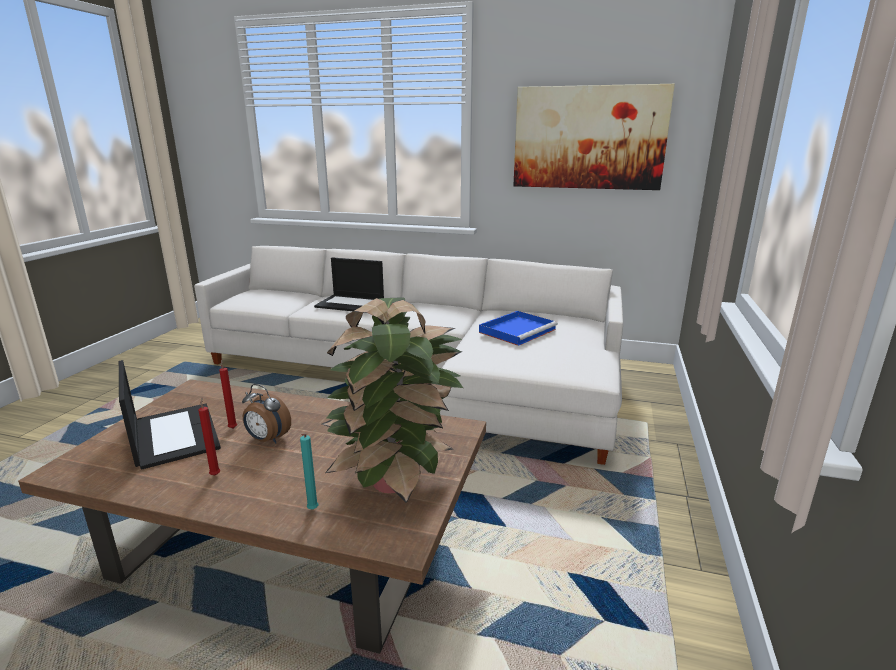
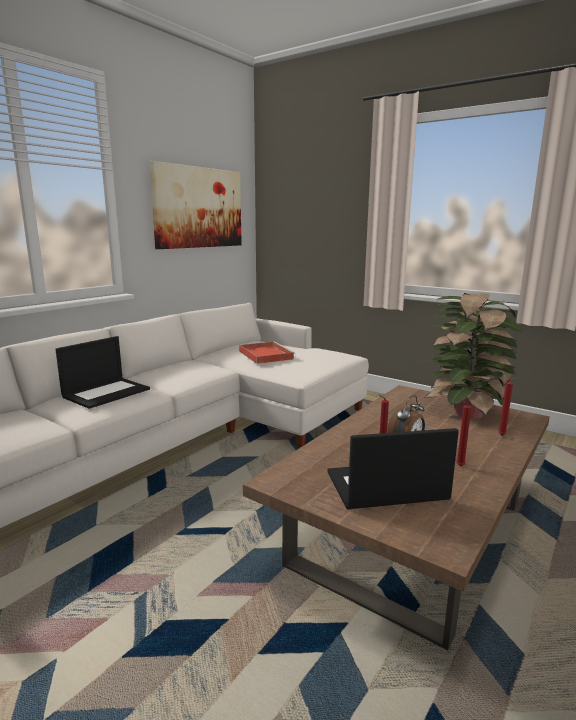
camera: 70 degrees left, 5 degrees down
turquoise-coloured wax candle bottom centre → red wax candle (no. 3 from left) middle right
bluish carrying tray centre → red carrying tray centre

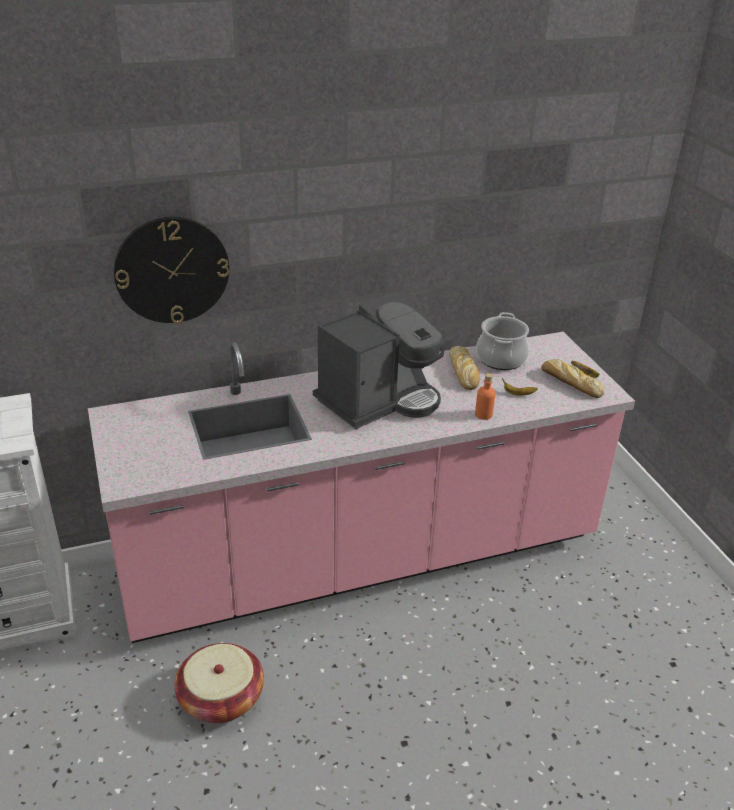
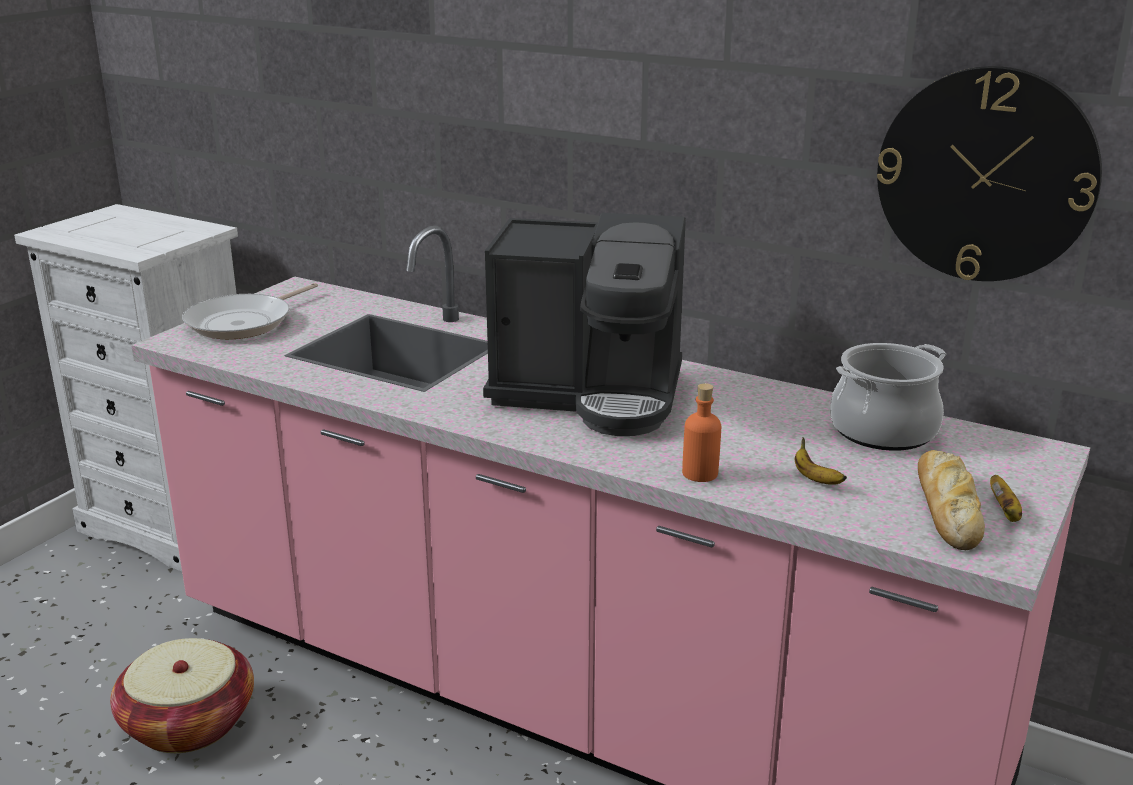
camera: 50 degrees right, 10 degrees down
bread (no. 1 from left) centre → -
- → frying pan middle left
wall clock middle left → wall clock top right, relocated

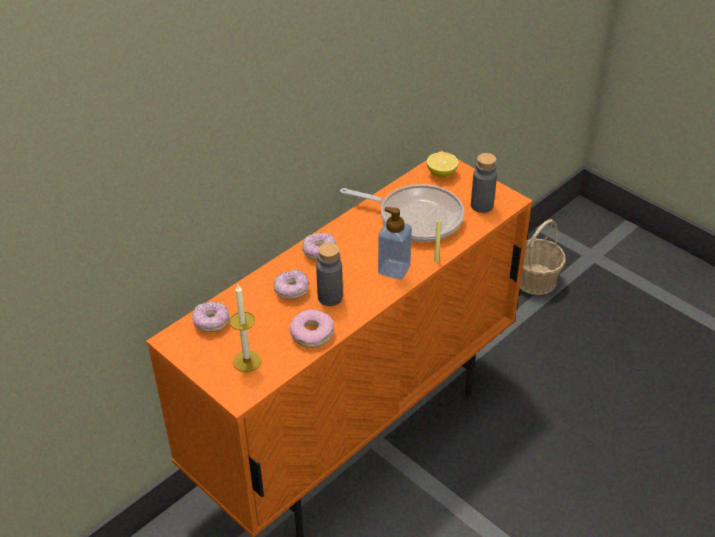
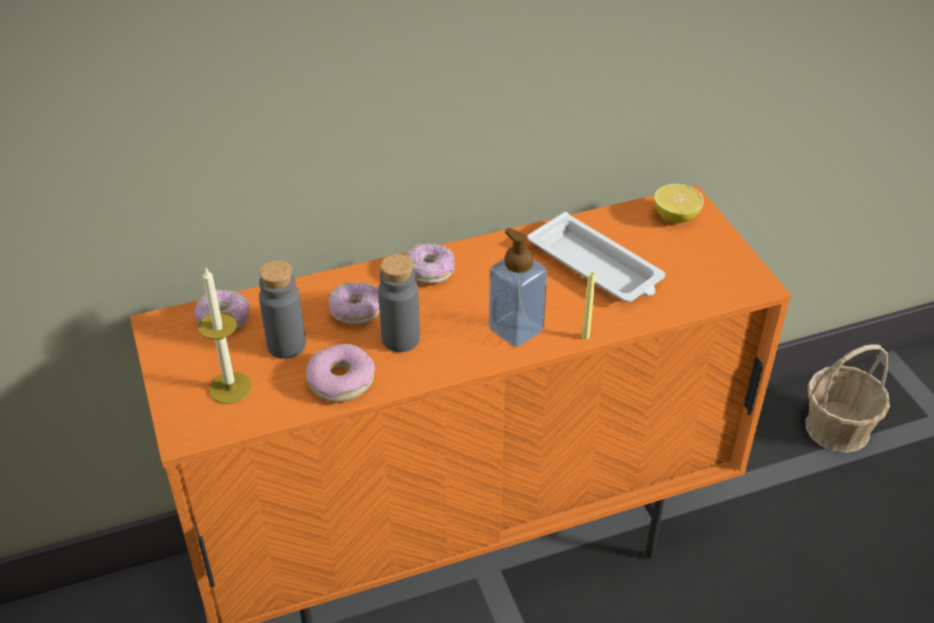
camera: 25 degrees right, 0 degrees up
gray drink bottle (no. 2 from left in the first image) middle right → gray drink bottle (no. 1 from left) middle left, relocated
frying pan centre → white carrying tray centre

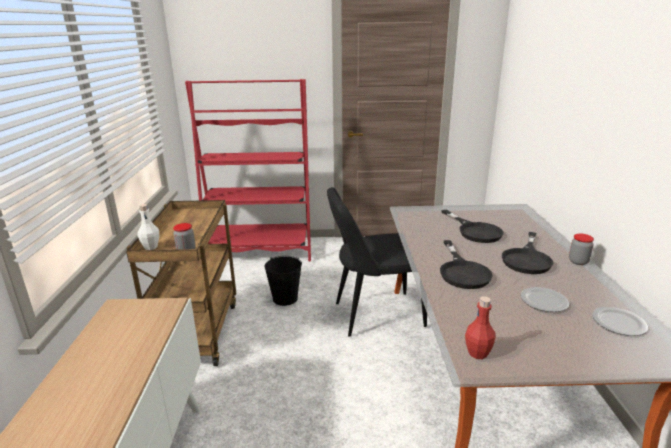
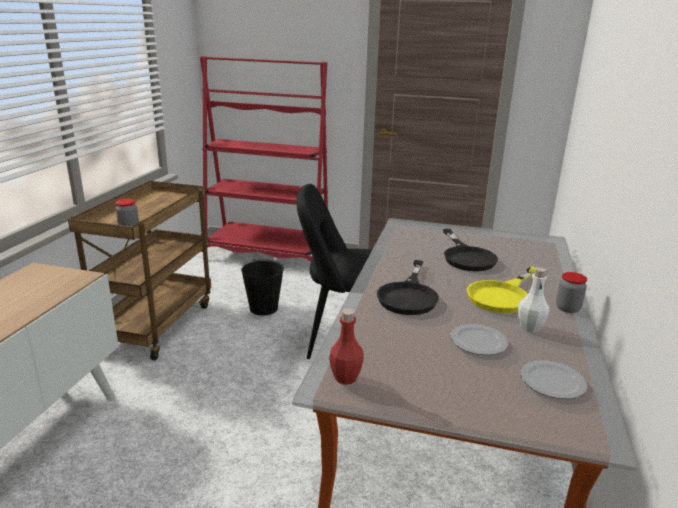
camera: 15 degrees right, 0 degrees up
white drink bottle middle left → white drink bottle middle right, relocated
black frying pan (no. 3 from left) middle right → yellow-coloured frying pan middle right

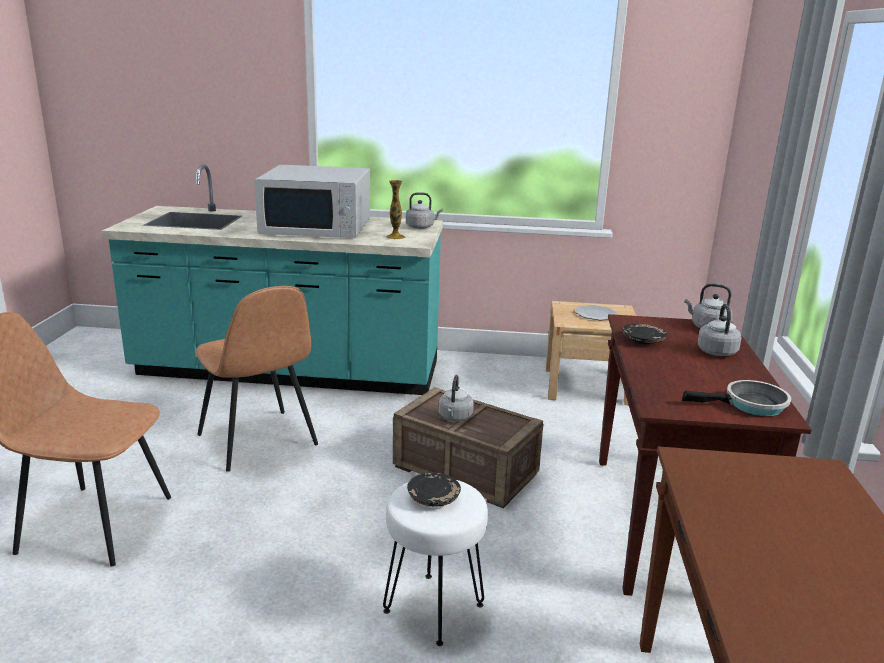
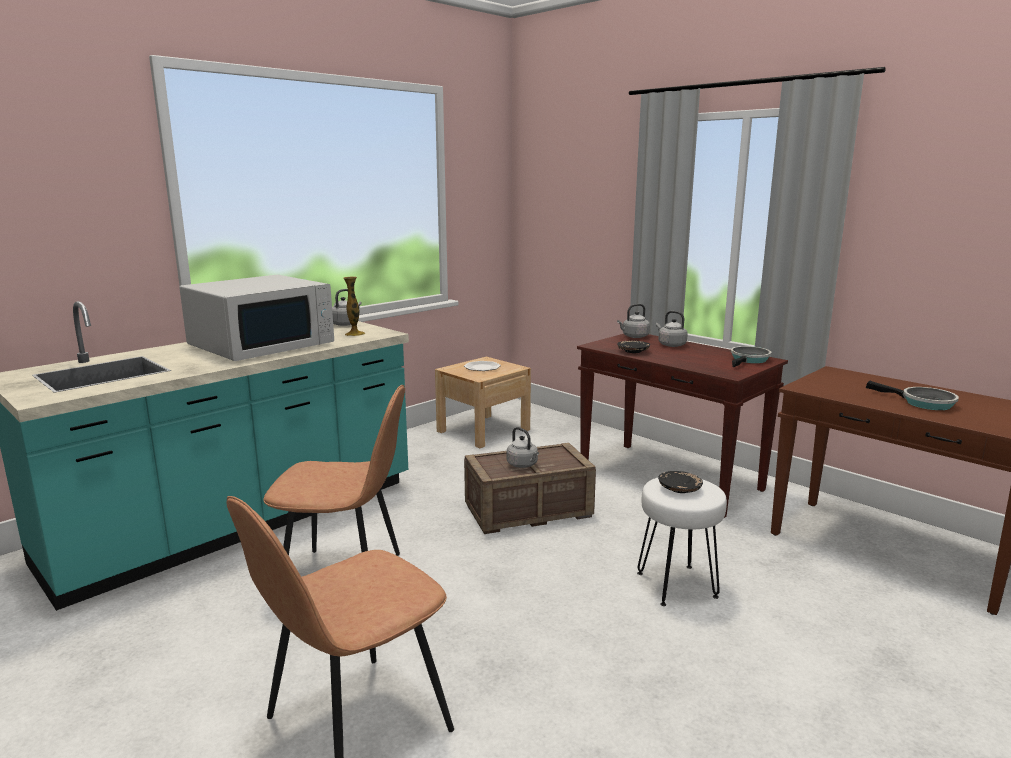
camera: 50 degrees left, 5 degrees down
- → frying pan (no. 2 from left) middle right

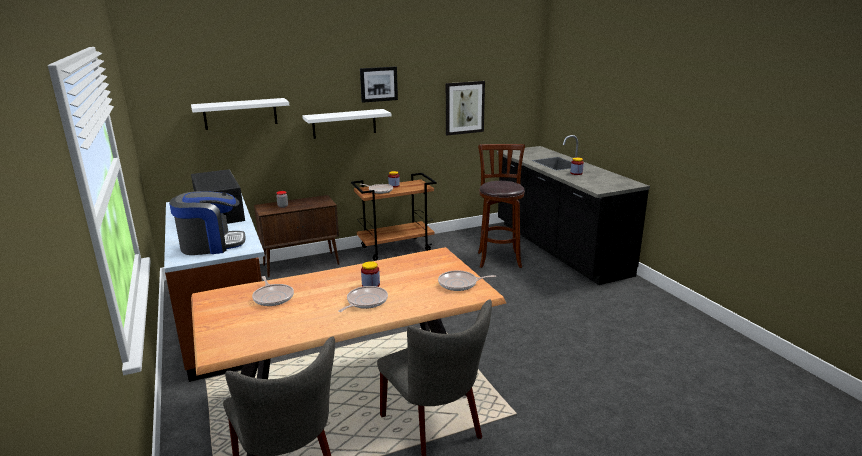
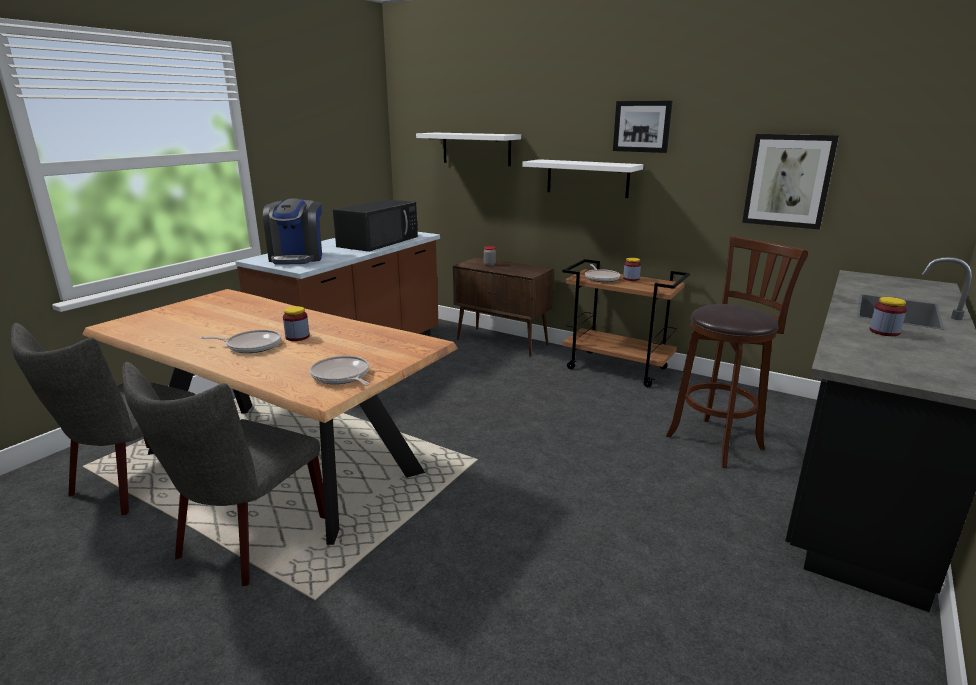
camera: 55 degrees right, 0 degrees up
frying pan (no. 1 from left) middle left → -
coffee machine middle left, 45 degrees clockwise

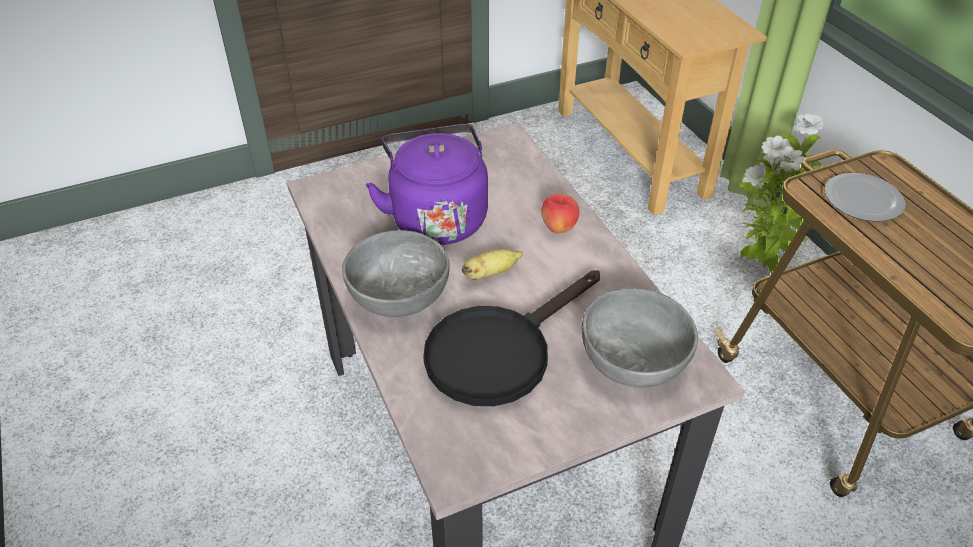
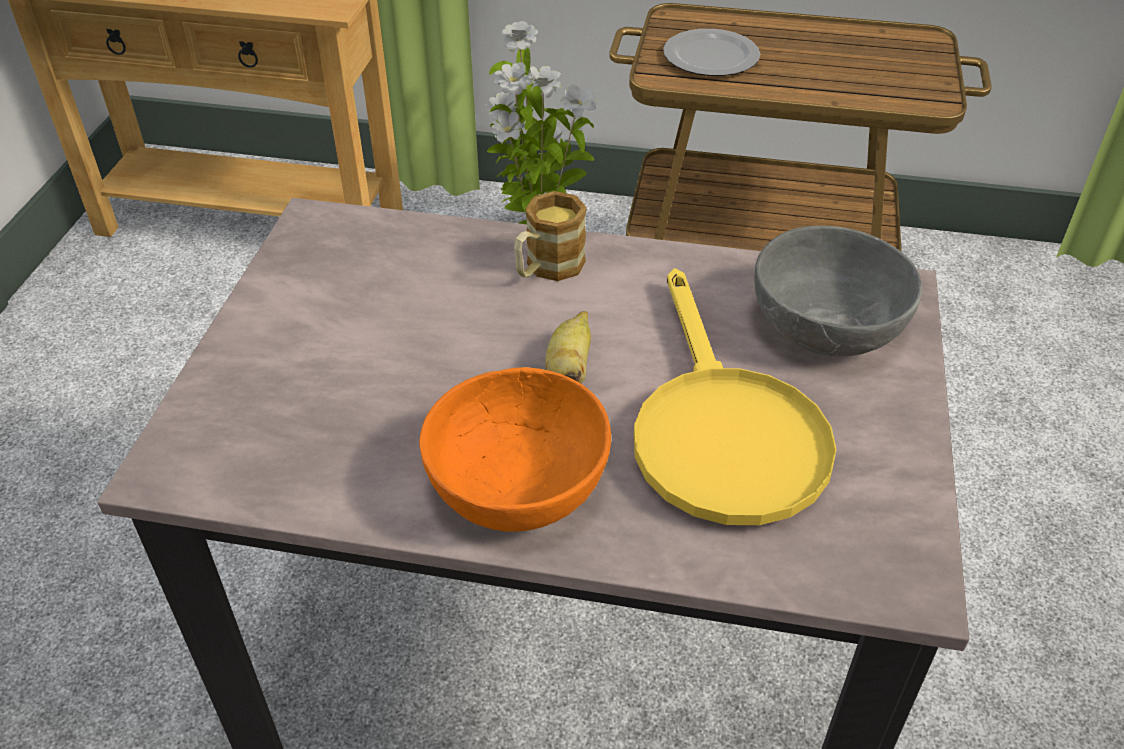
camera: 55 degrees left, 0 degrees up
purple-coloured tea kettle centre → -
whole apple centre → mug top centre
gray deep dish (no. 1 from left) centre → orangey deep dish centre
black frying pan centre → yellow-coloured frying pan centre

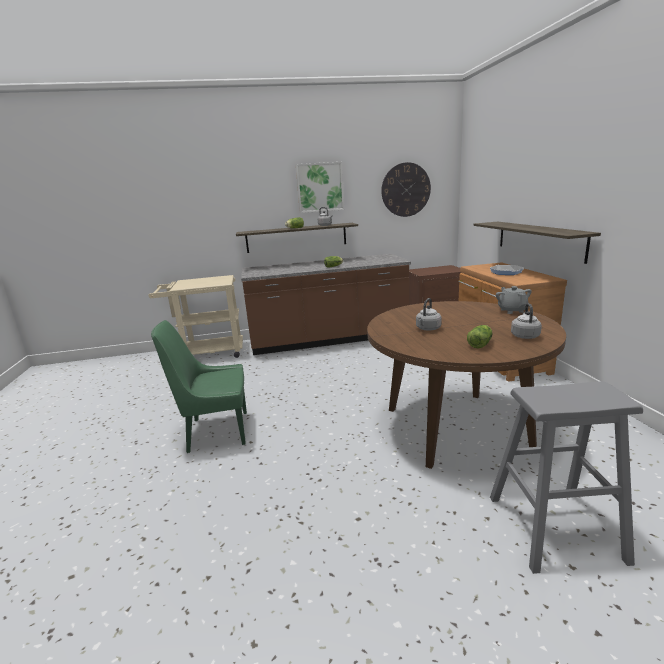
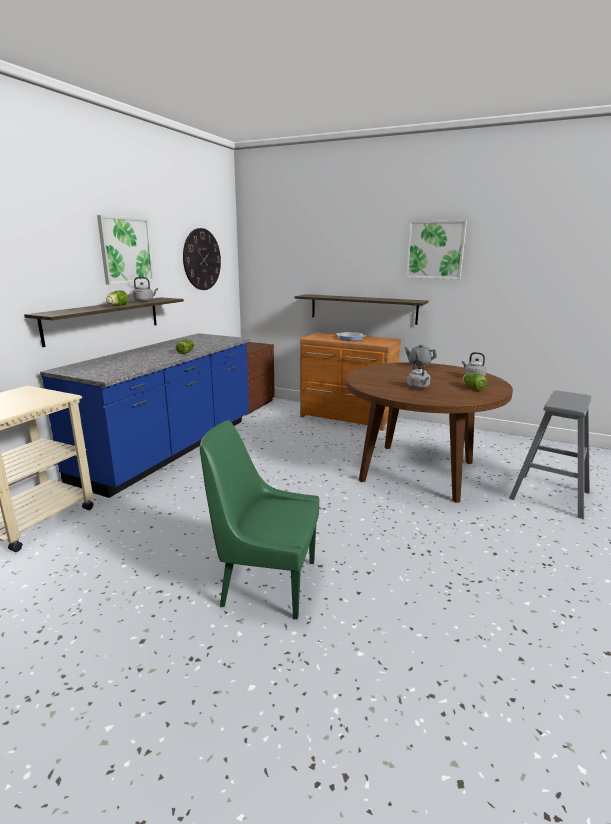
camera: 55 degrees left, 0 degrees up
- → wall art (no. 2 from left) top right
brown kitchen base unit centre → bluish kitchen base unit middle left
green-coloured plain chair middle left → green-coloured plain chair centre, 75 degrees clockwise

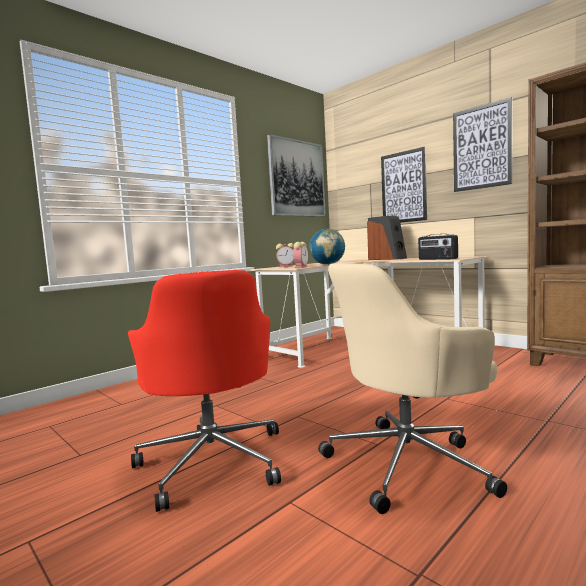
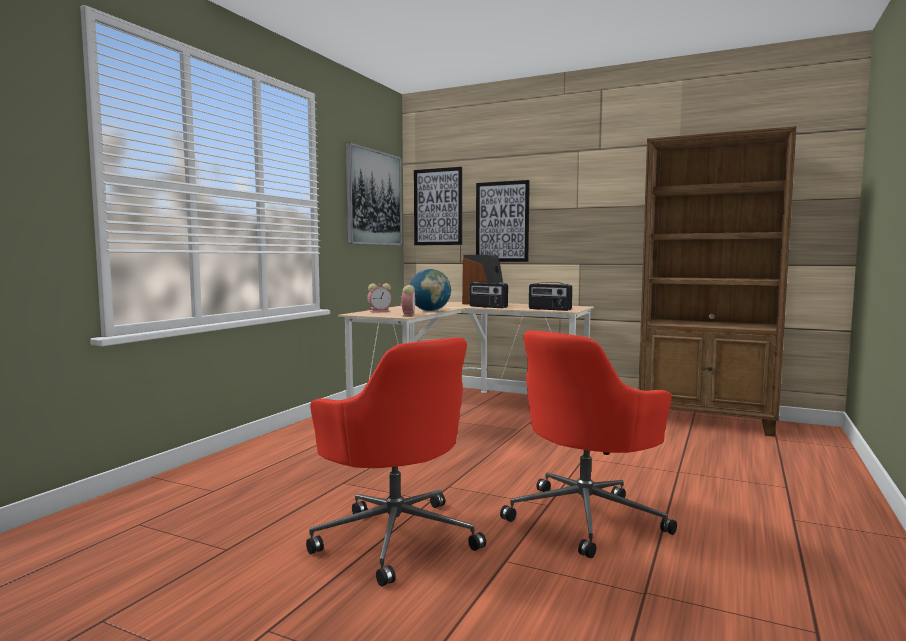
camera: 20 degrees left, 0 degrees up
- → radio receiver (no. 1 from left) centre
wall art (no. 3 from left in the first image) top right → wall art (no. 2 from left) top centre, relocated
sand-coloured desk chair middle right → red desk chair (no. 2 from left) bottom centre

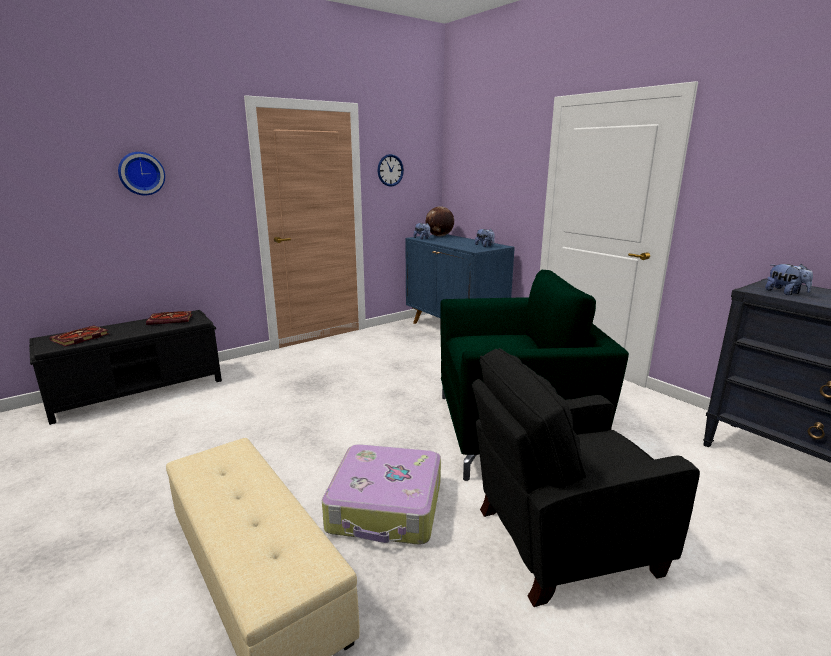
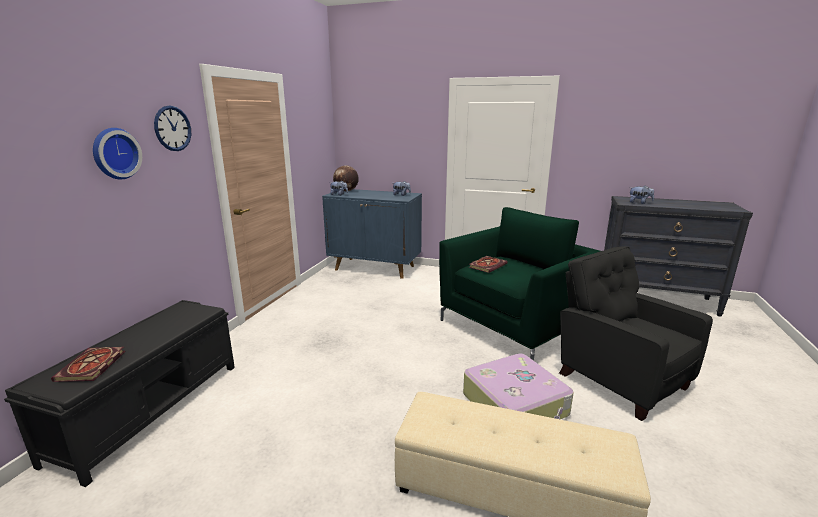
camera: 35 degrees left, 0 degrees up
book (no. 2 from left) middle left → book (no. 2 from left) centre, relocated
wall clock (no. 2 from left) top centre → wall clock (no. 2 from left) top left, relocated
black easy chair bottom right → black easy chair middle right, 105 degrees clockwise

